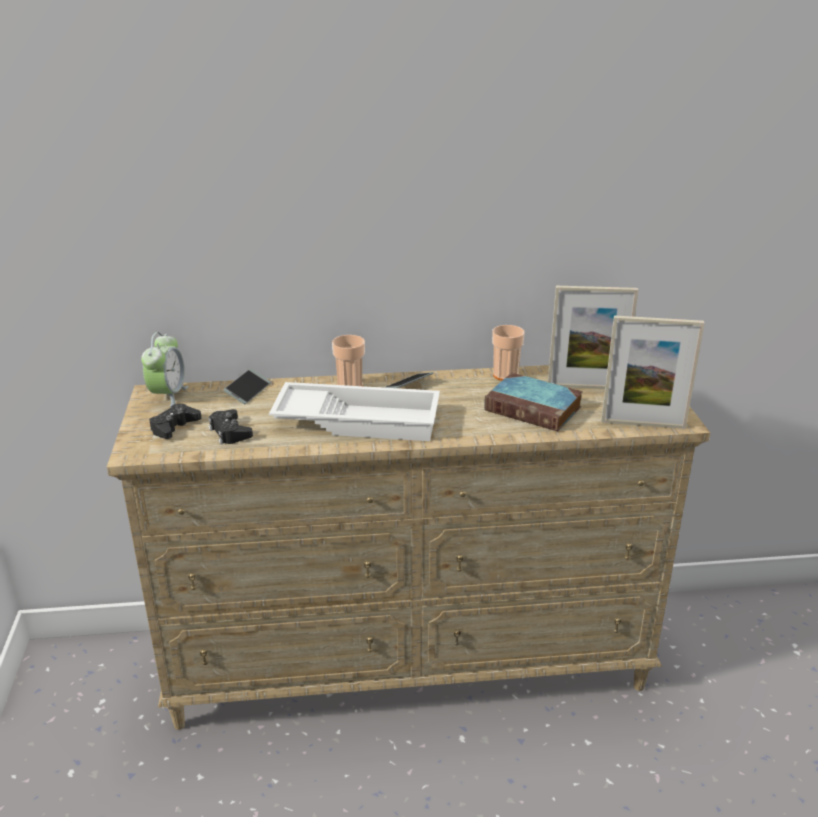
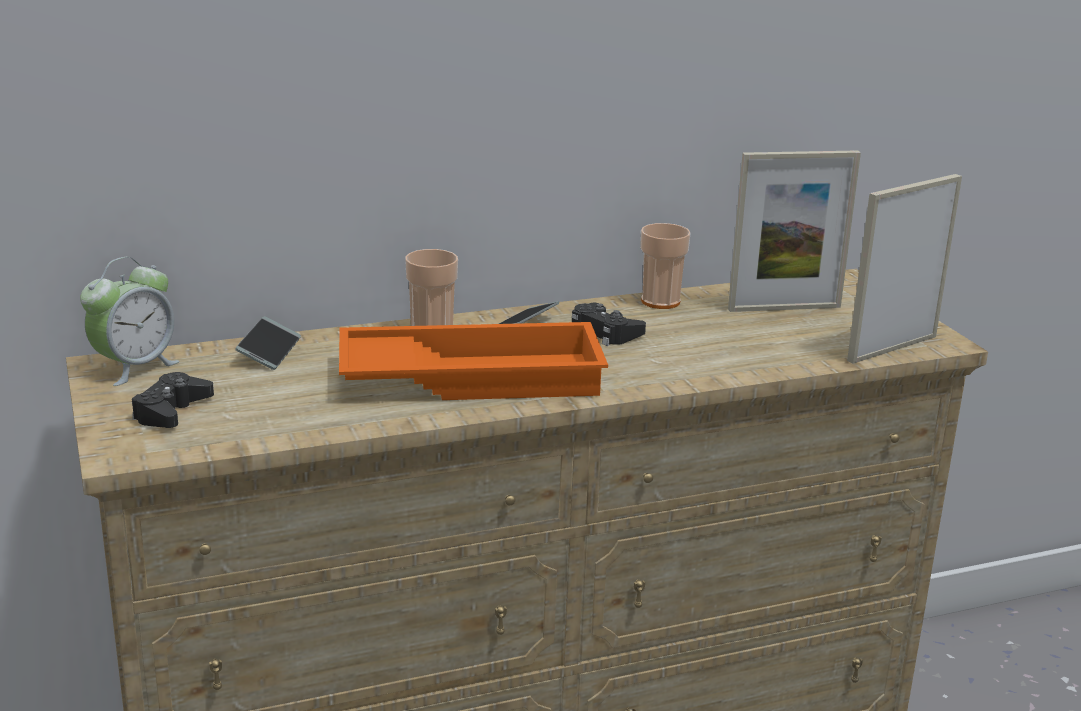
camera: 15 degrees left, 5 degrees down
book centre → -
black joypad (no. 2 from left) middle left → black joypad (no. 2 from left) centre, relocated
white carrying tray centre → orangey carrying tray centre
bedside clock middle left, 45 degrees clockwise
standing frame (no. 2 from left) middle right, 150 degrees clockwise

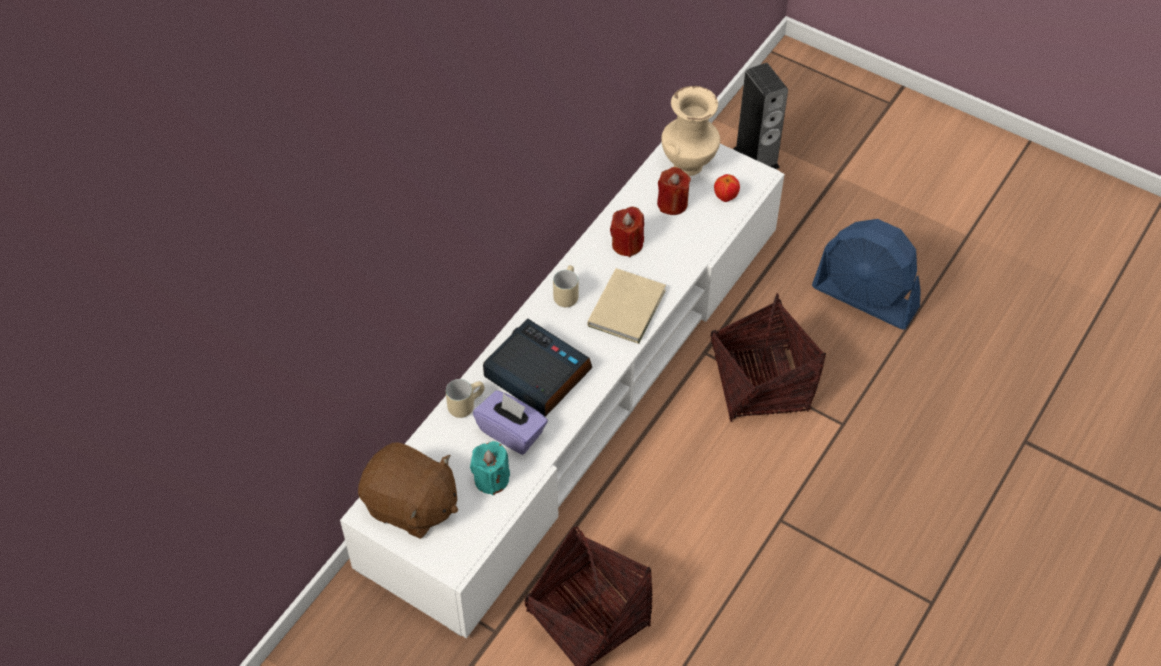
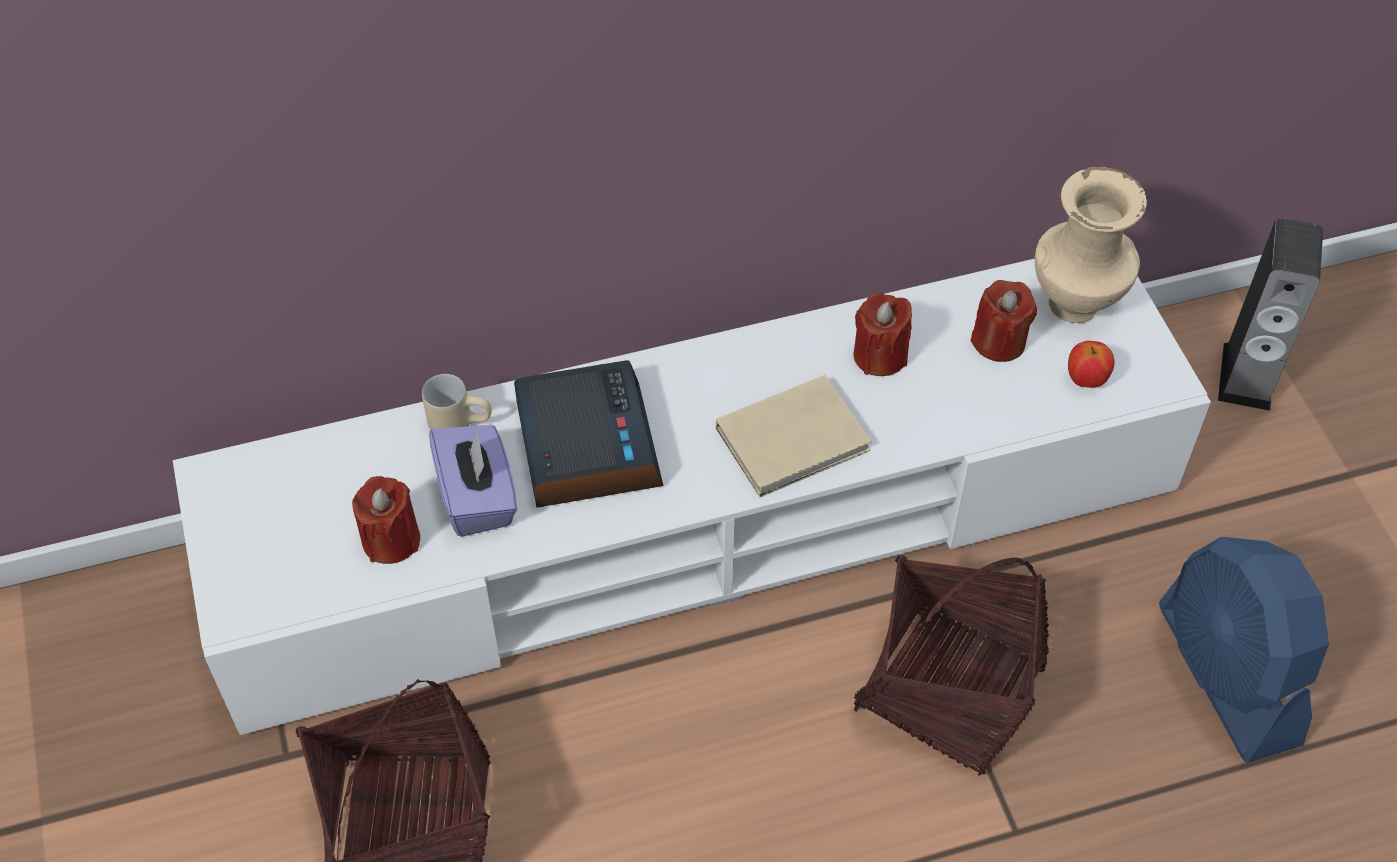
camera: 40 degrees right, 0 degrees up
brown plush toy bottom centre → -
sand-coloured mug (no. 2 from left) centre → -
turquoise-coloured wax candle bottom centre → red wax candle (no. 1 from left) middle left

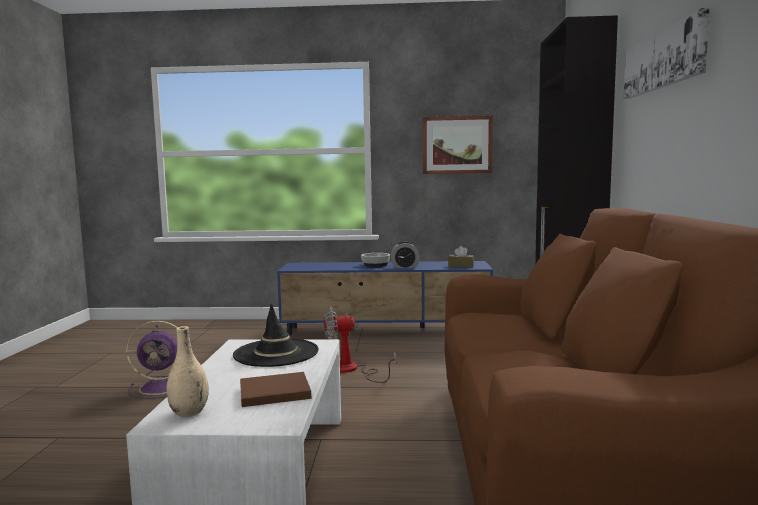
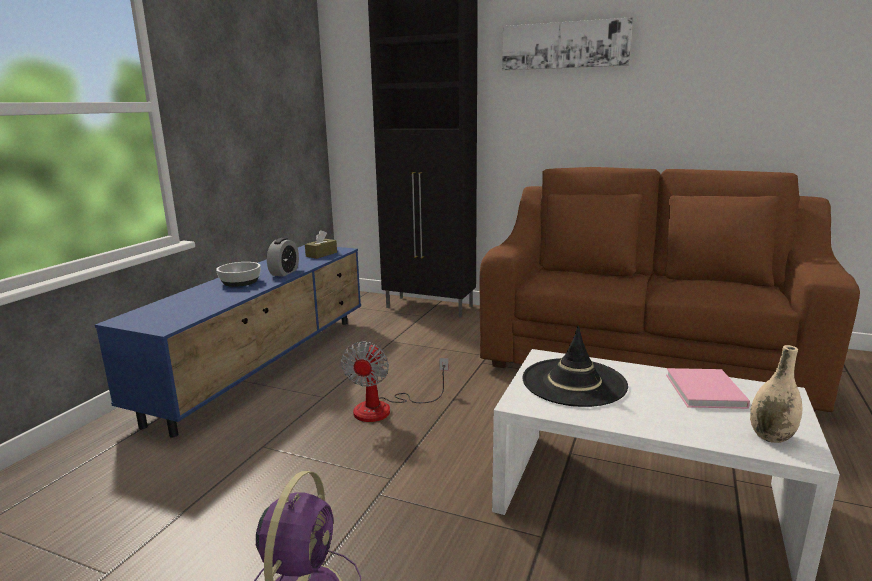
camera: 70 degrees left, 10 degrees up
wall art (no. 1 from left) top centre → -
brown book bottom centre → pink-coloured book bottom right

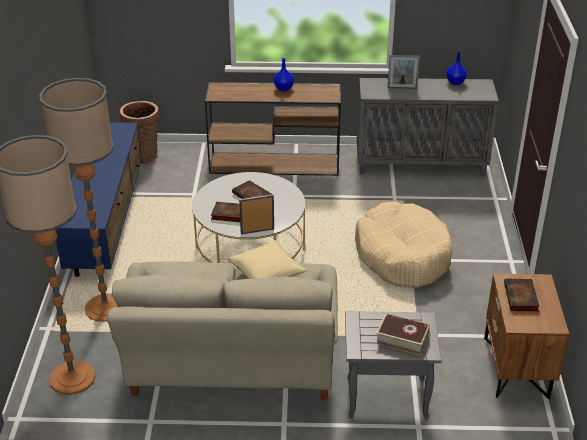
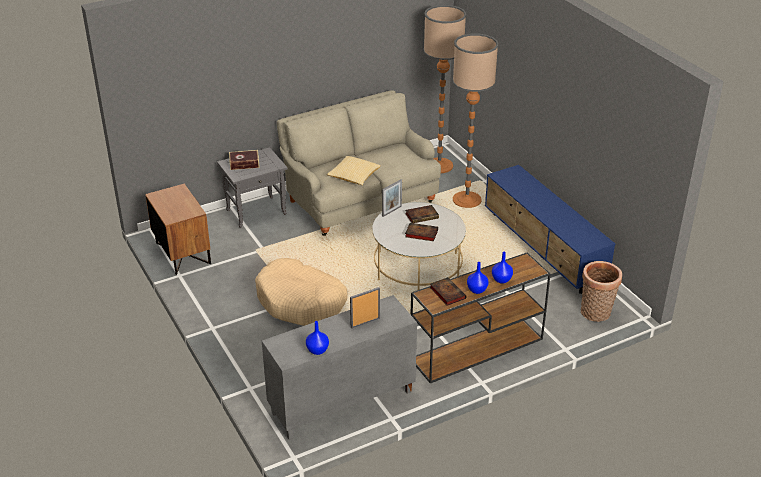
camera: 150 degrees right, 0 degrees up
- → bluish flower vase (no. 3 from left) centre
book (no. 4 from left) bottom right → book (no. 4 from left) centre, relocated

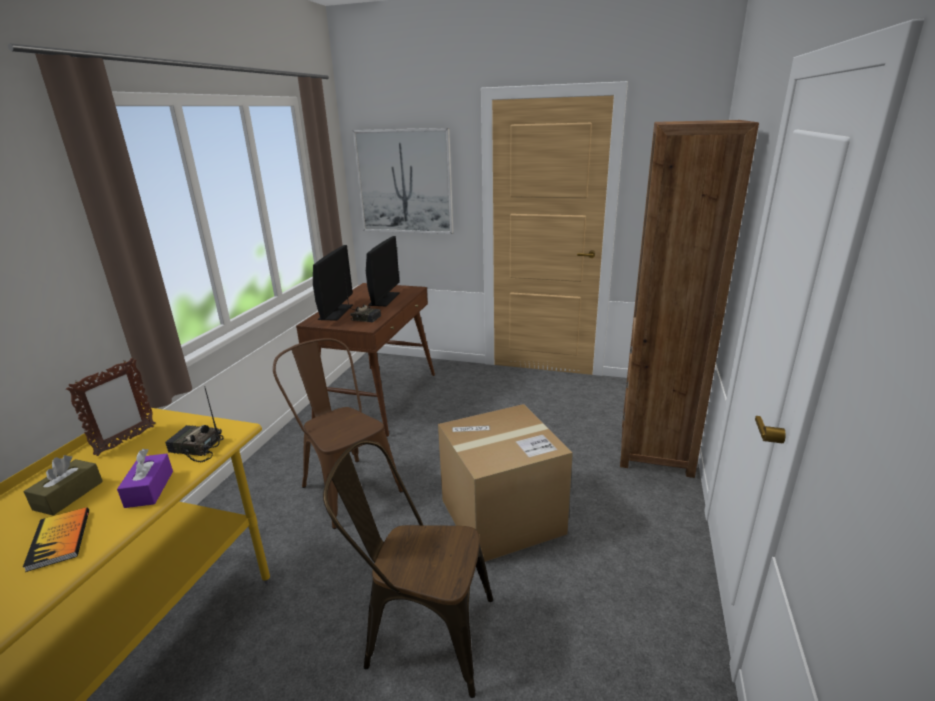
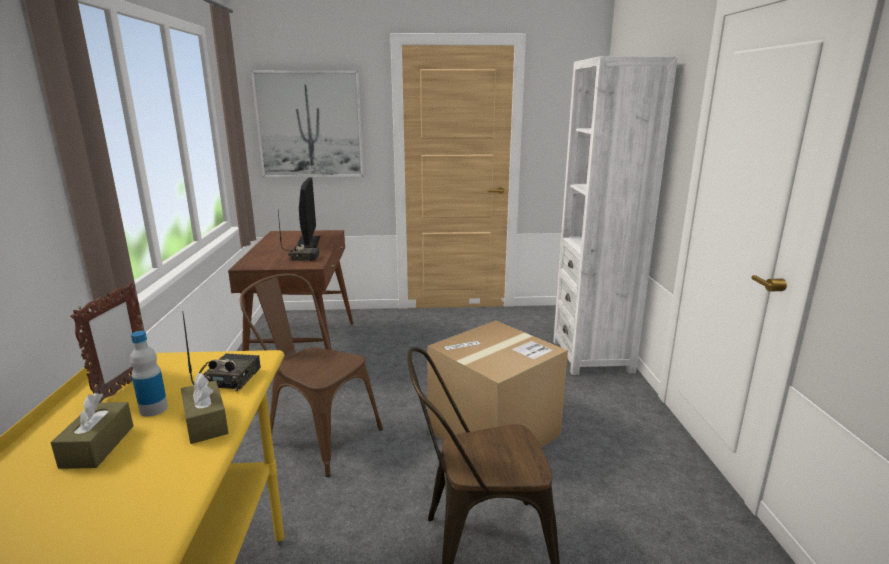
camera: 20 degrees left, 5 degrees down
book bottom left → -
computer screen (no. 1 from left) centre → -
- → drink bottle middle left
purple-coloured box of tissues bottom left → brown box of tissues (no. 2 from left) bottom left
brown bookcase middle right → white bookcase middle right
radio receiver (no. 1 from left) middle left, 105 degrees clockwise

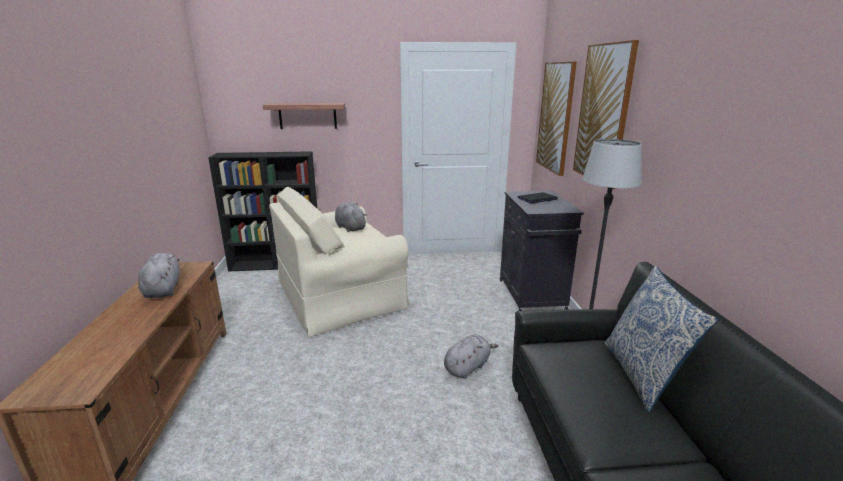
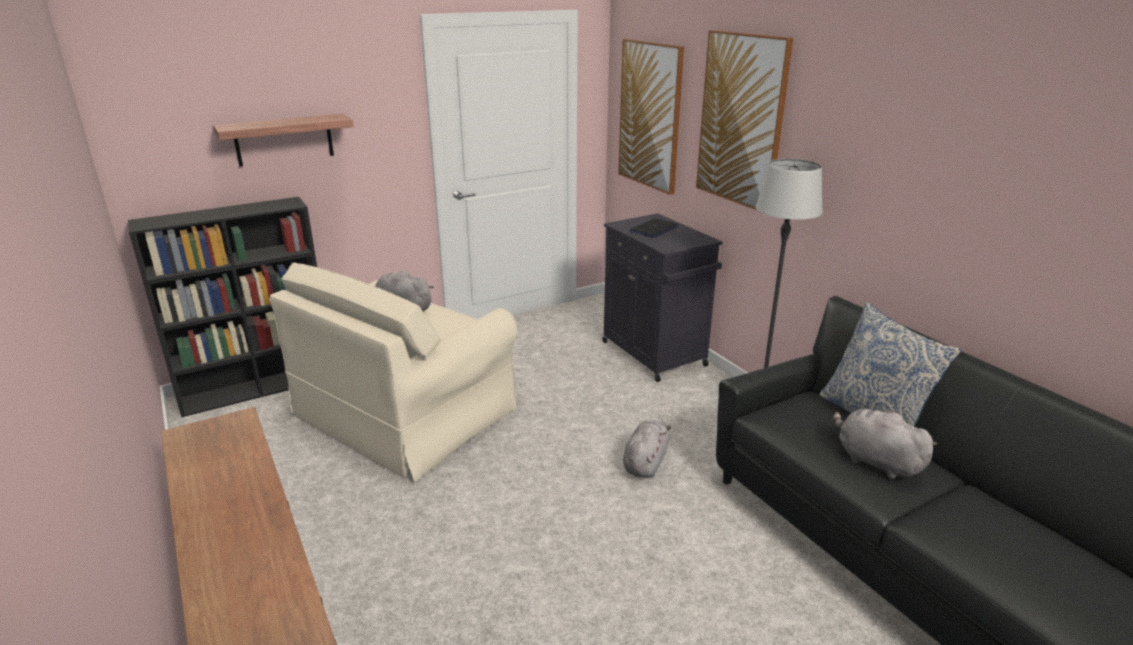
camera: 25 degrees left, 5 degrees up
gray plush toy (no. 1 from left in the first image) middle left → gray plush toy (no. 3 from left) bottom right, relocated

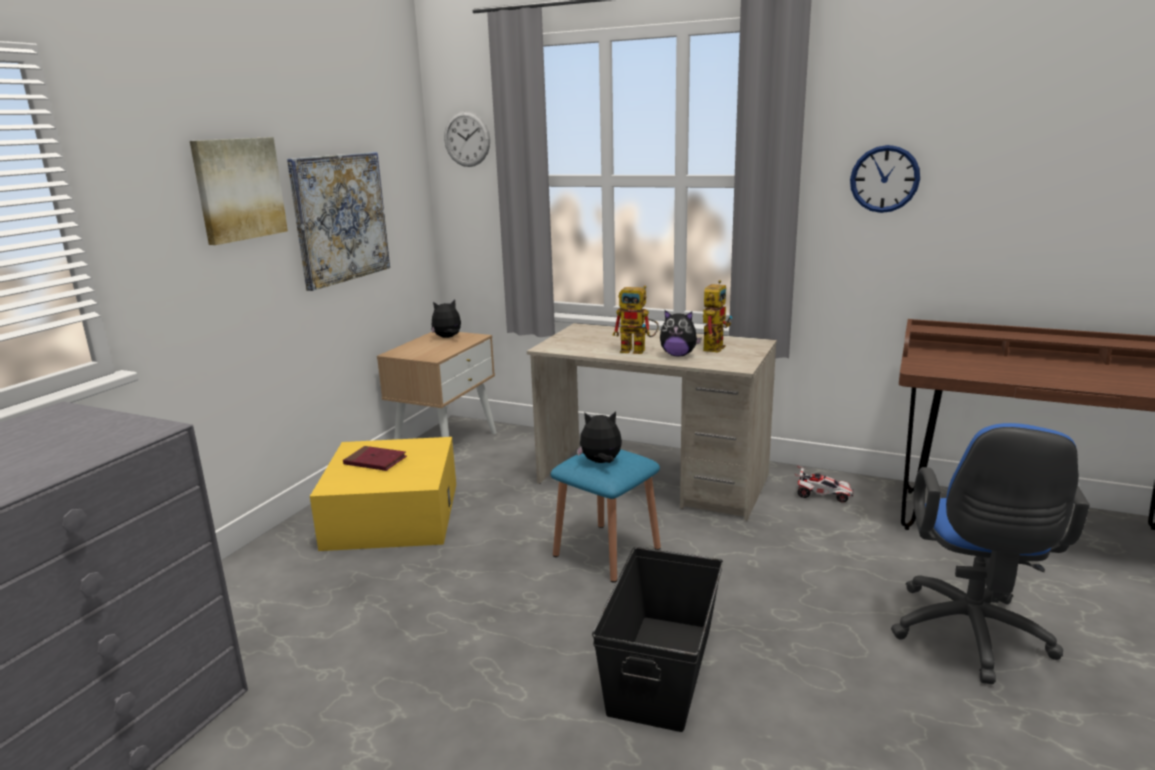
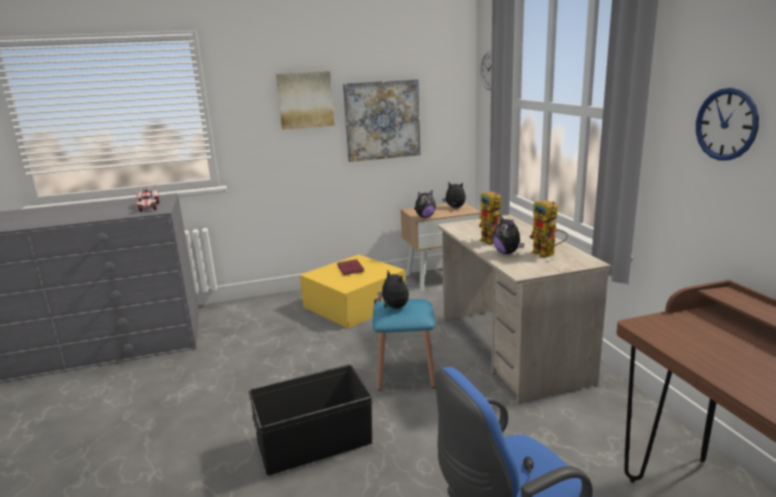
camera: 50 degrees right, 0 degrees up
- → plush toy (no. 2 from left) centre
miniature car middle right → miniature car middle left, relocated
model robot (no. 2 from left) centre → model robot (no. 2 from left) middle right, 75 degrees clockwise

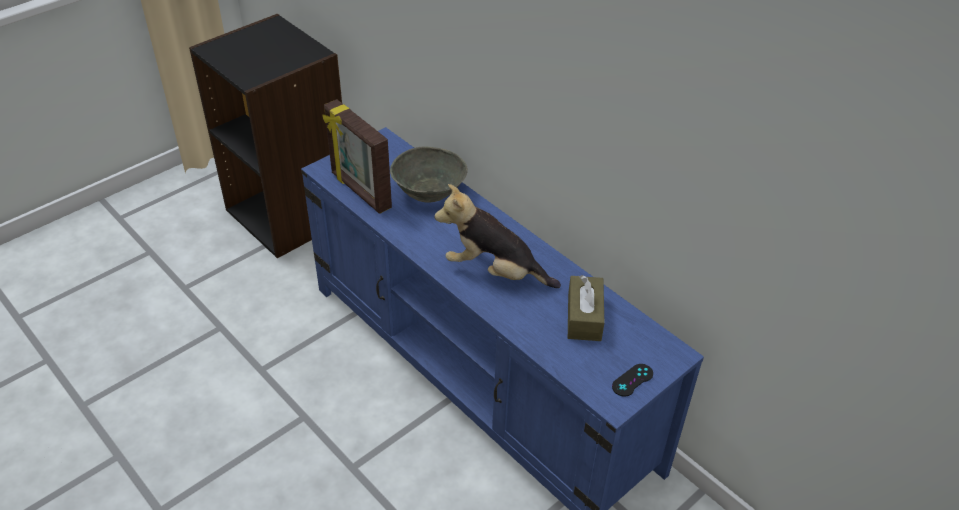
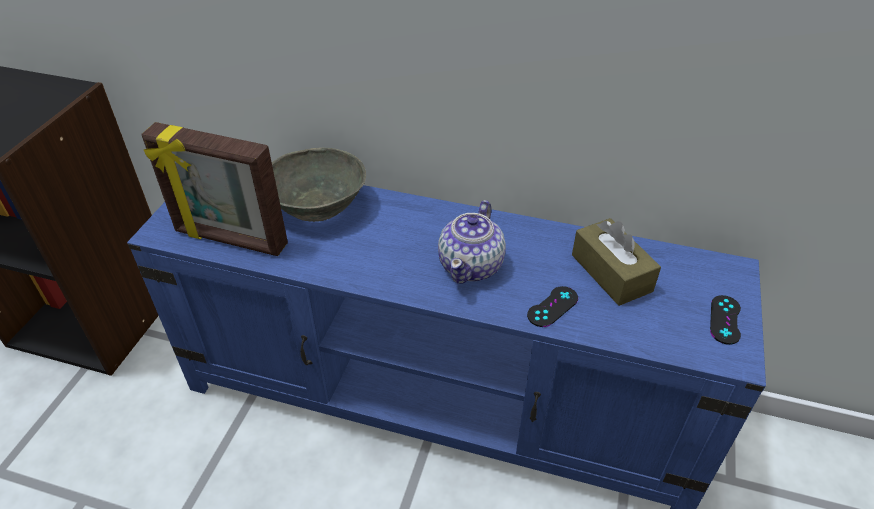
camera: 30 degrees left, 0 degrees up
- → black joypad (no. 1 from left) centre
plush toy centre → pot for tea centre

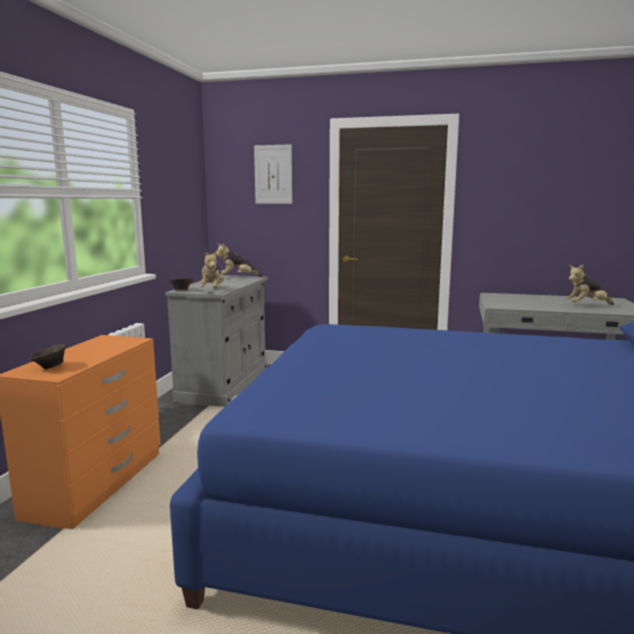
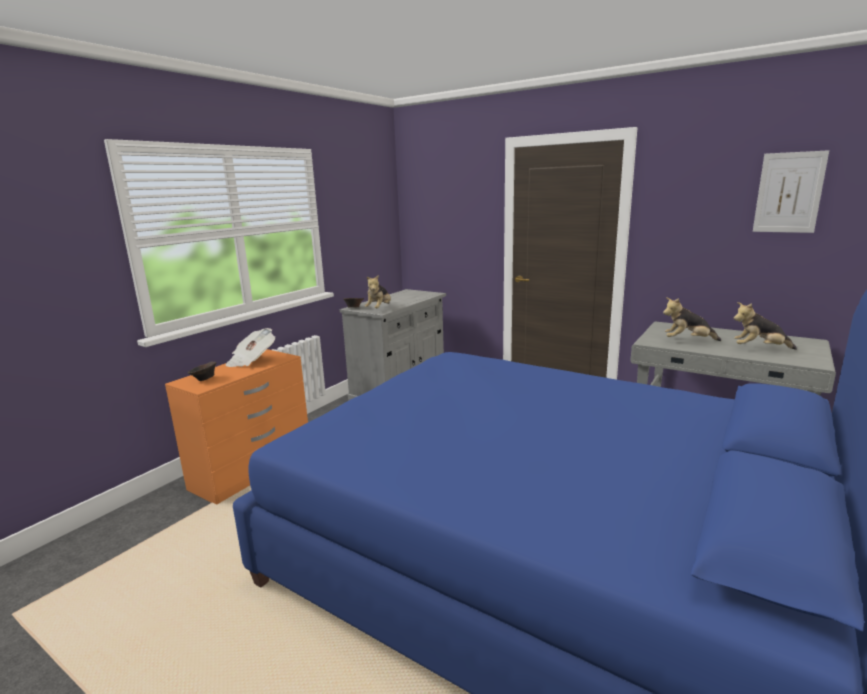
camera: 20 degrees right, 5 degrees up
- → printed paper middle left
plush toy (no. 2 from left) centre → plush toy (no. 2 from left) middle right, relocated
wall art top centre → wall art top right, relocated

